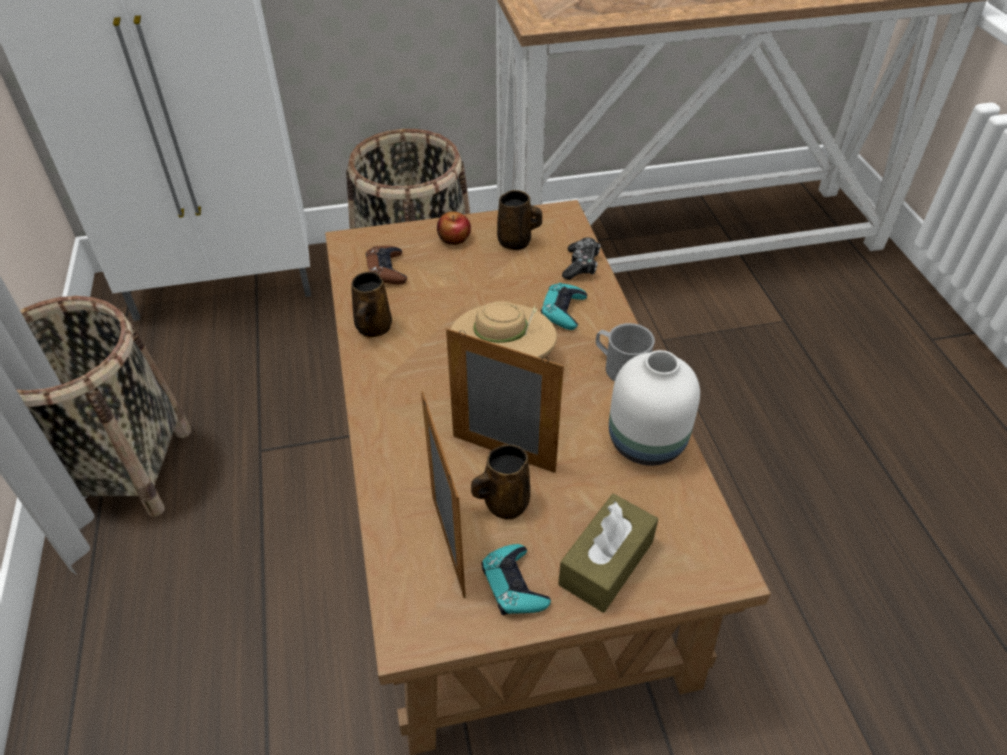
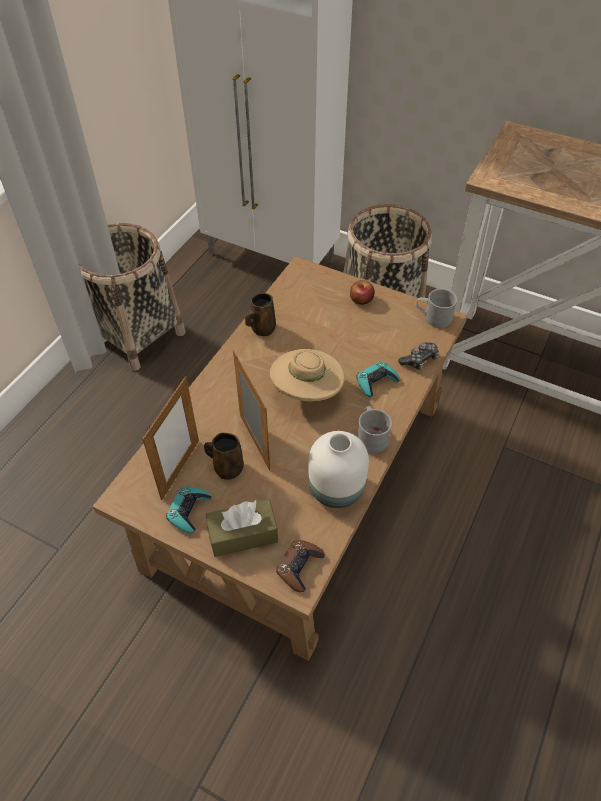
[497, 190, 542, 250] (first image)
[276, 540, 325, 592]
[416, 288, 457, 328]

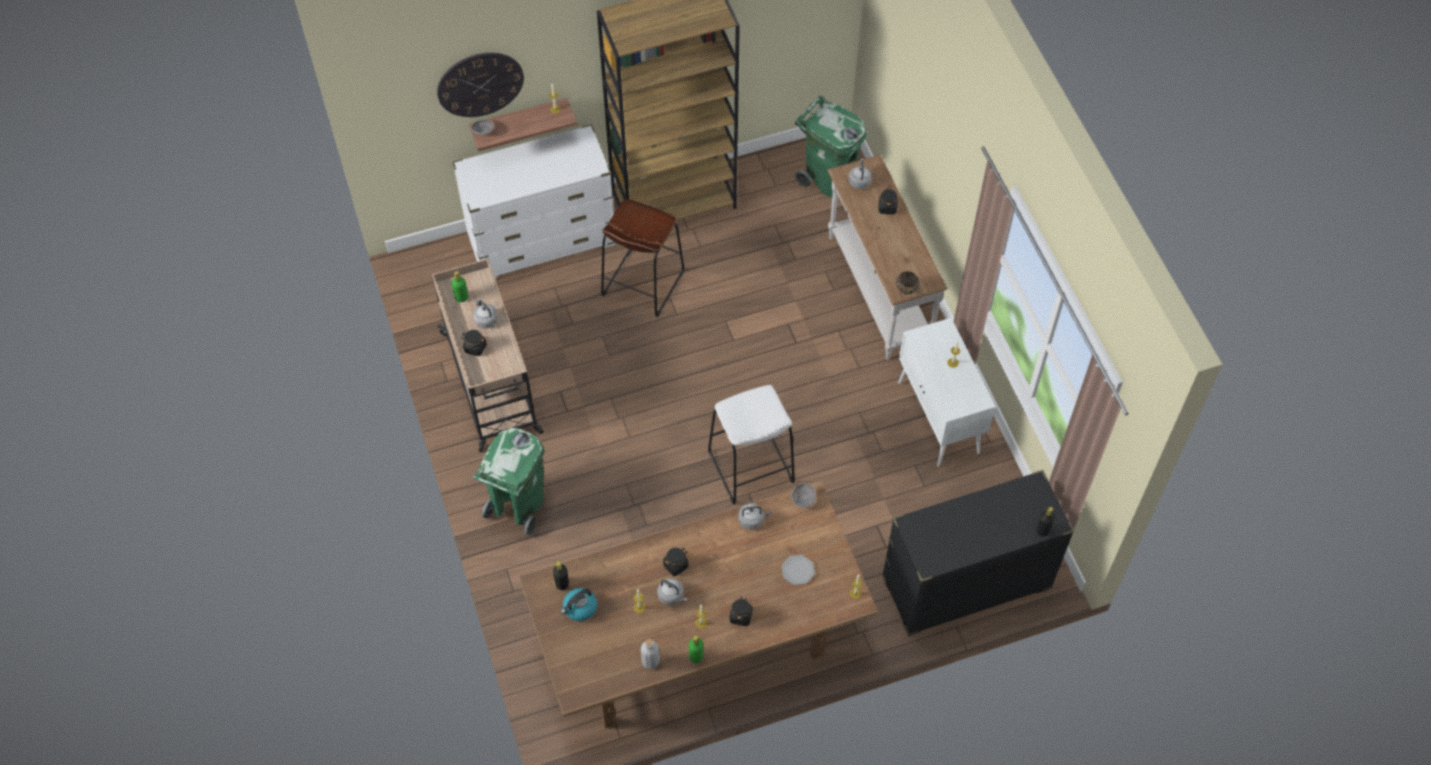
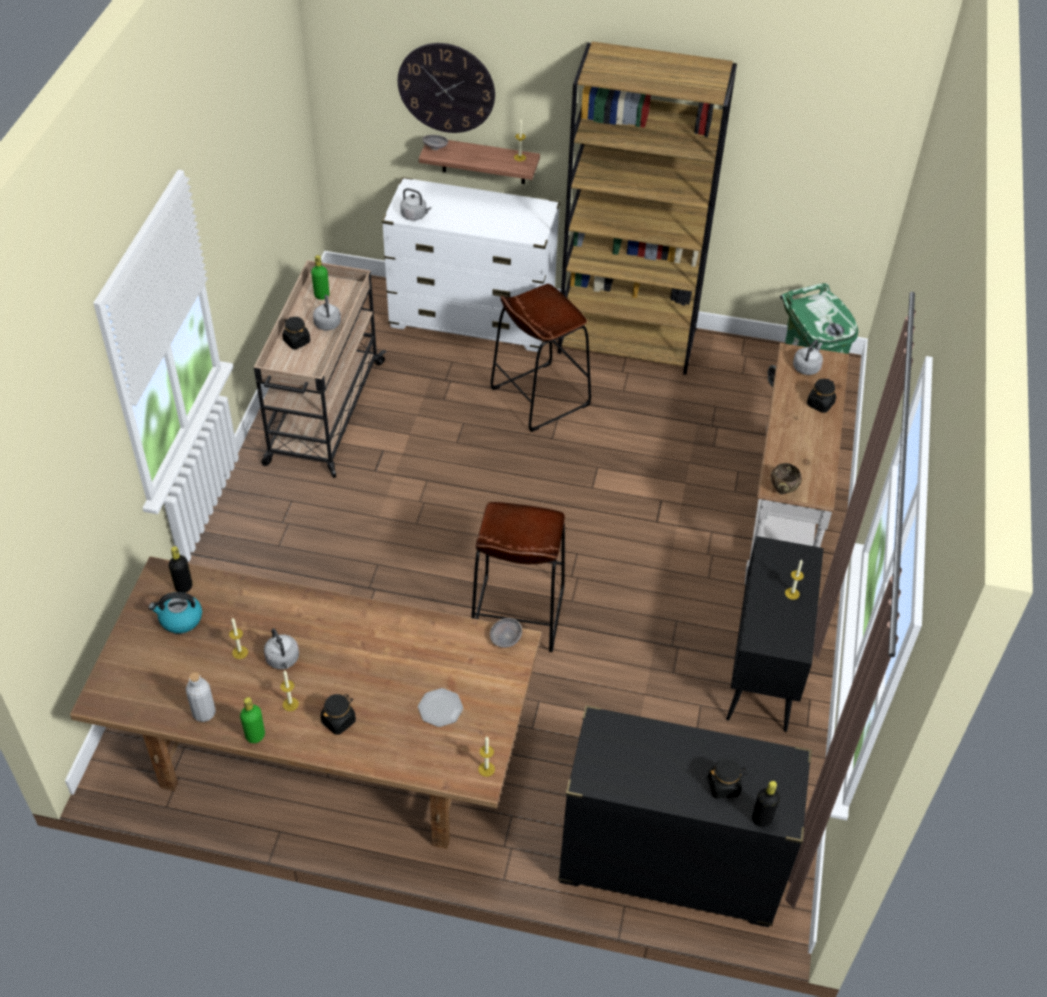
[726, 536, 824, 732]
[471, 502, 565, 652]
[473, 428, 544, 536] (first image)
[400, 188, 431, 221]
[706, 758, 747, 798]

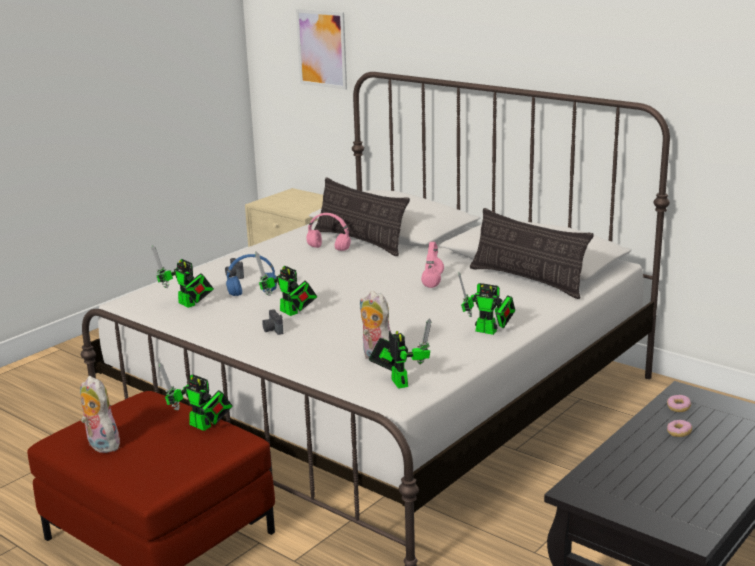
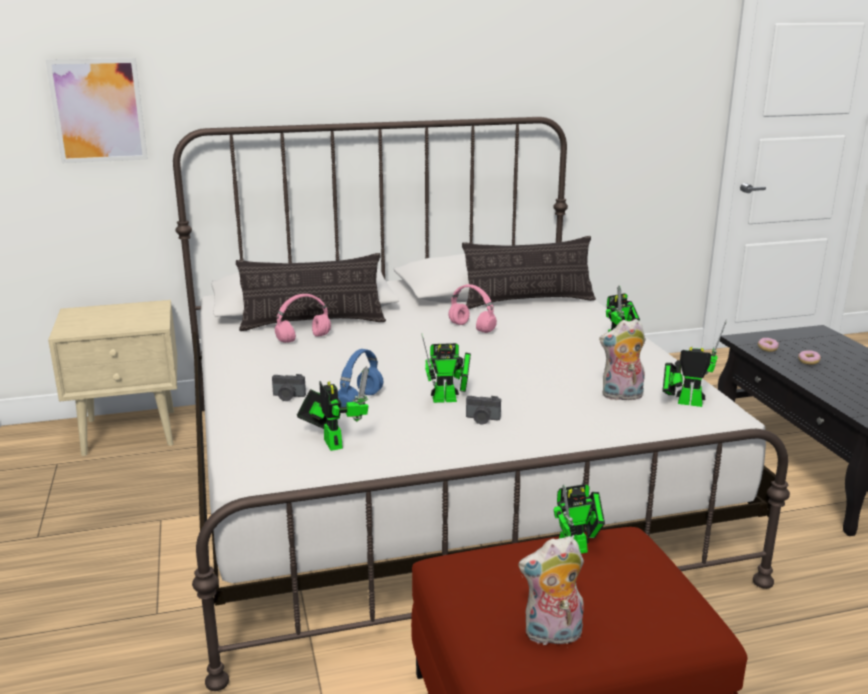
[297, 366, 369, 451]

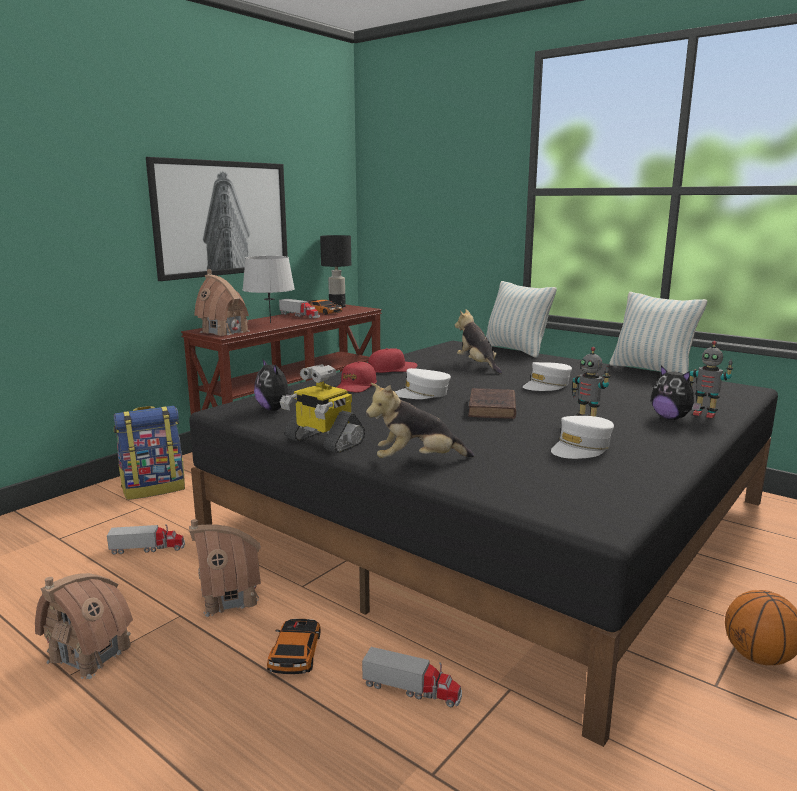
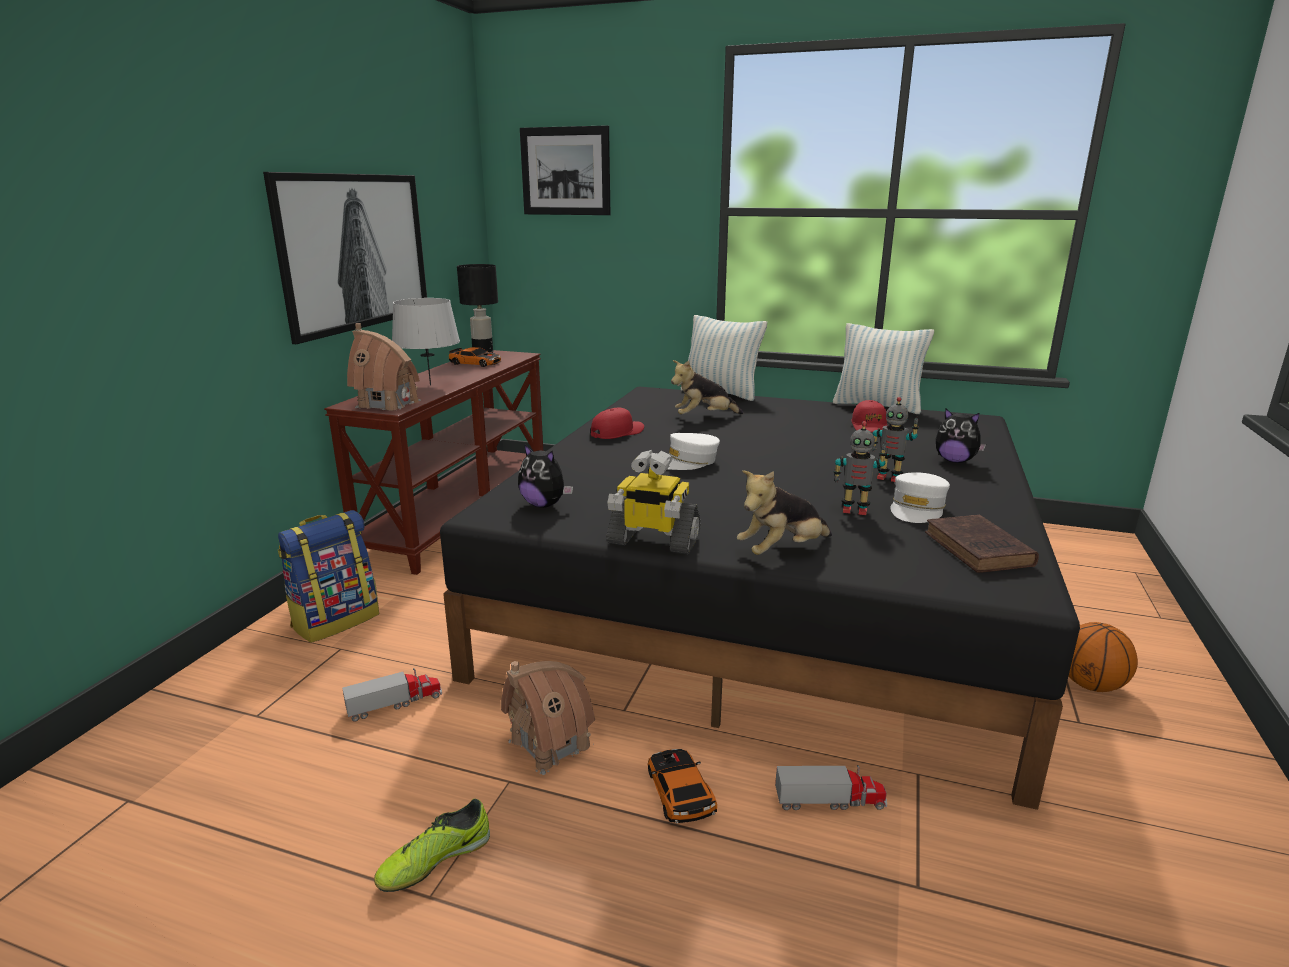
[279, 299, 320, 319] (first image)
[671, 360, 743, 414]
[834, 421, 887, 515]
[851, 400, 887, 432]
[523, 362, 572, 391] (first image)
[925, 515, 1039, 573]
[374, 798, 490, 892]
[520, 125, 610, 215]

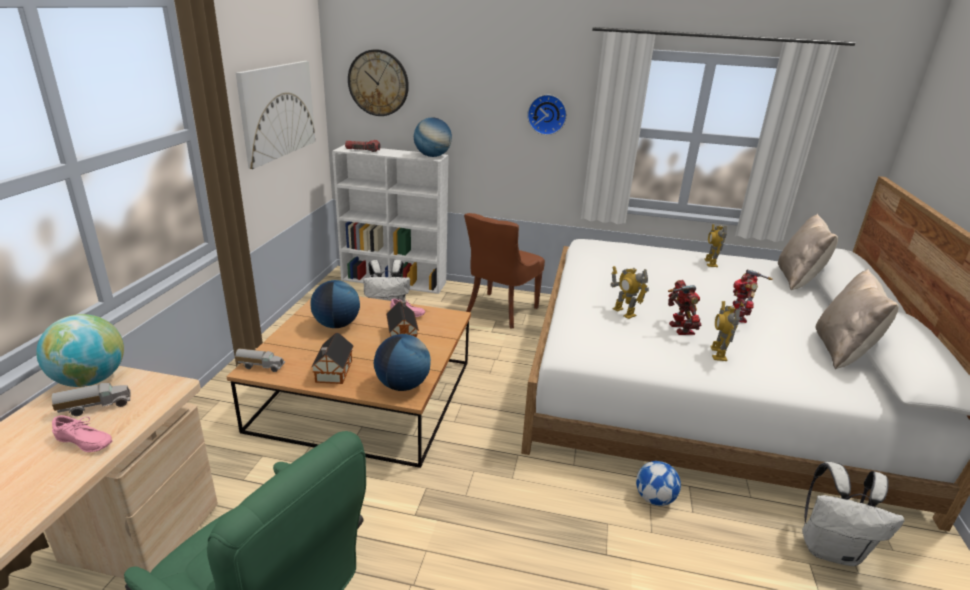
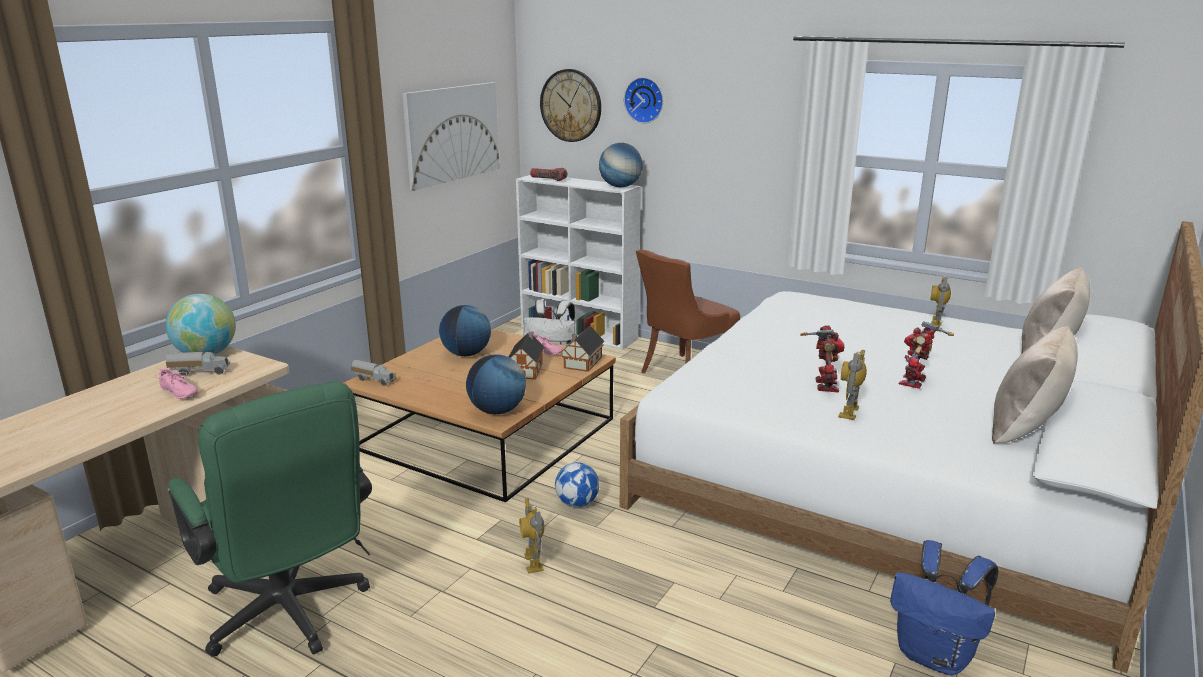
[624, 77, 663, 123]
[519, 498, 544, 574]
[561, 326, 604, 372]
[555, 462, 599, 507]
[890, 540, 999, 675]

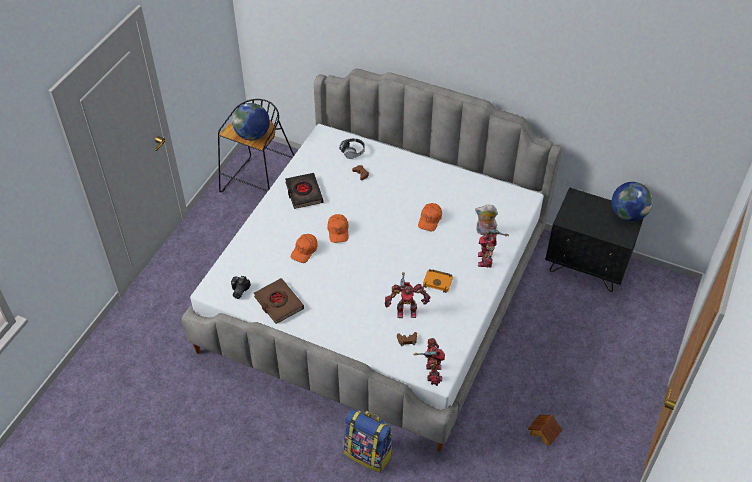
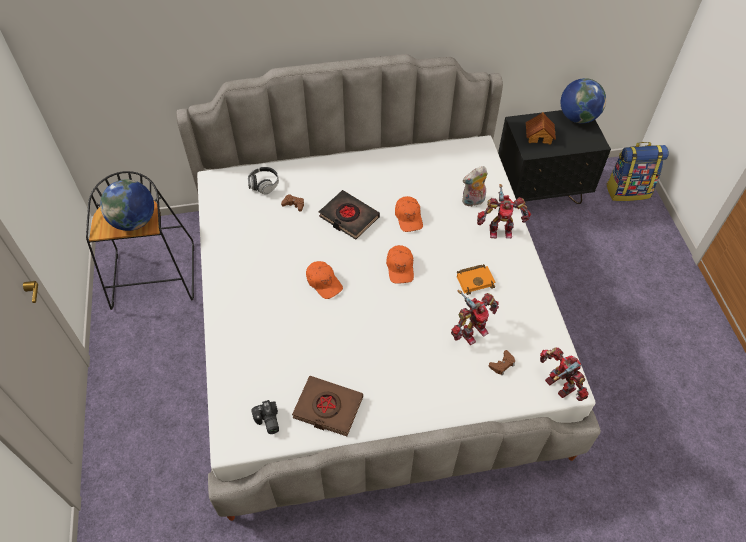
[319, 190, 380, 240]
[477, 184, 531, 238]
[386, 245, 414, 284]
[606, 142, 669, 201]
[526, 112, 556, 144]

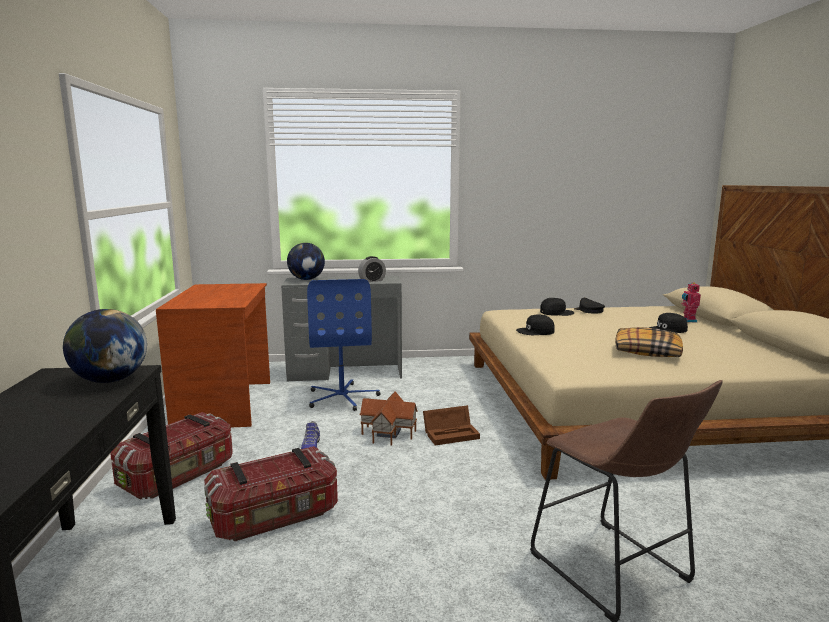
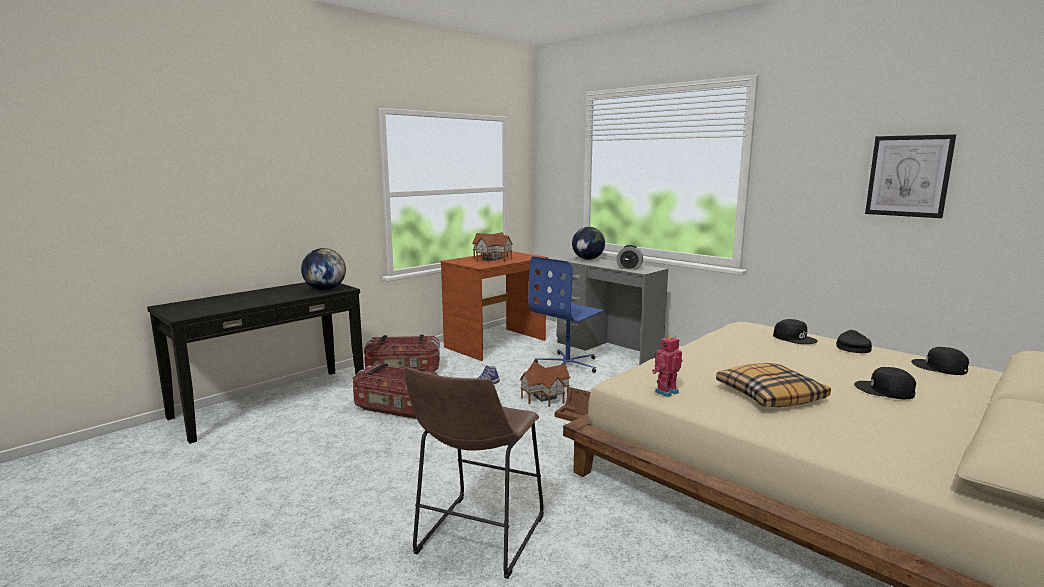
[652, 336, 683, 397]
[911, 347, 969, 375]
[865, 134, 956, 218]
[472, 232, 513, 262]

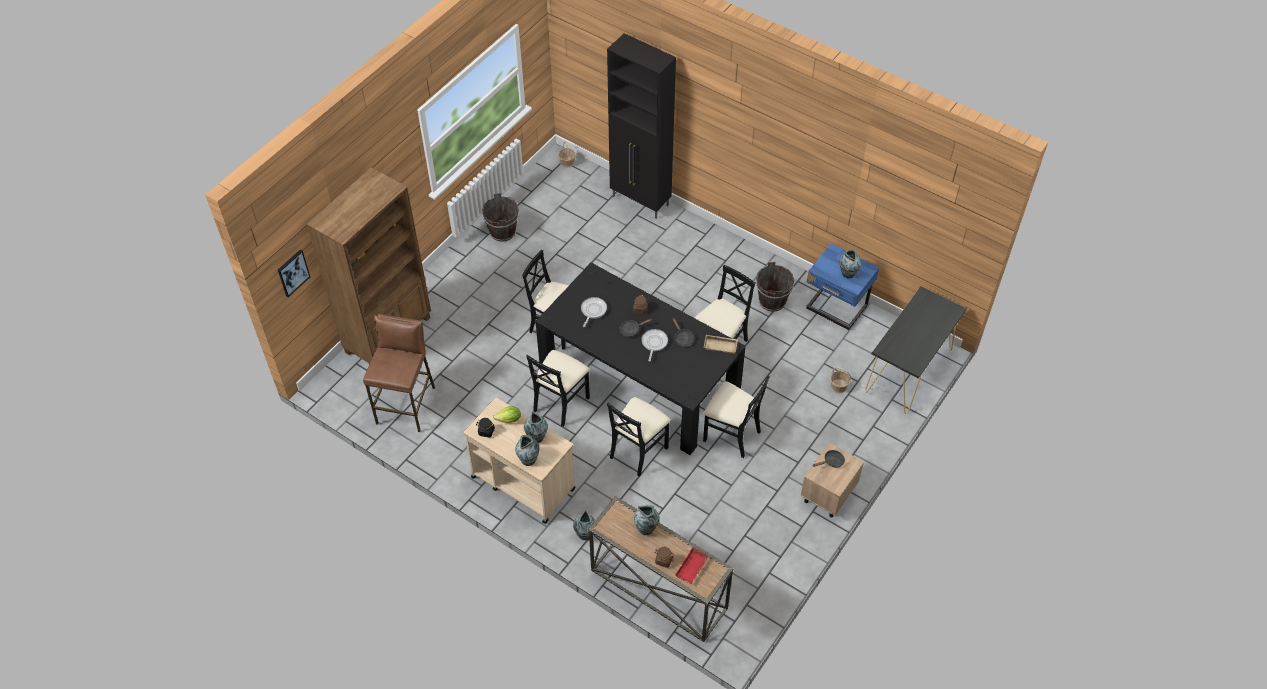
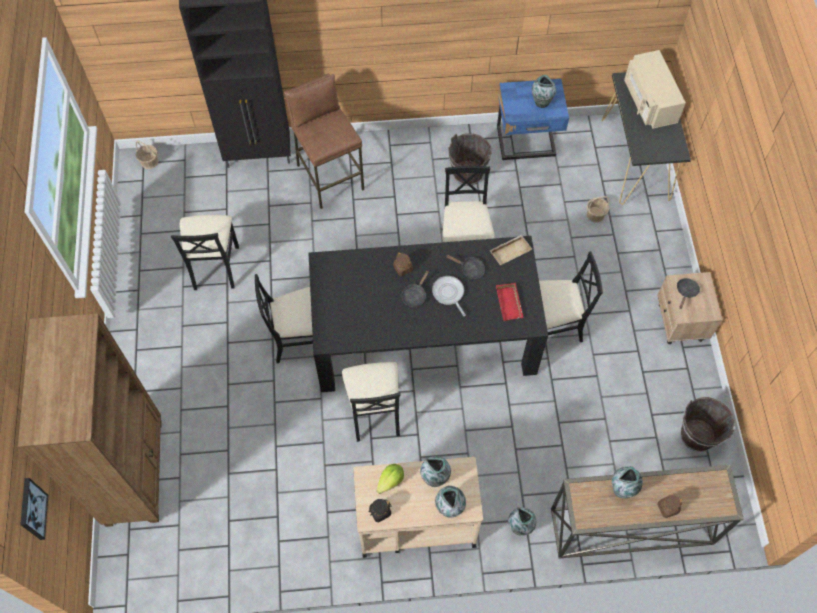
[680, 397, 735, 452]
[581, 297, 607, 327] (first image)
[284, 73, 364, 209]
[171, 215, 239, 290]
[496, 283, 524, 321]
[624, 50, 686, 129]

